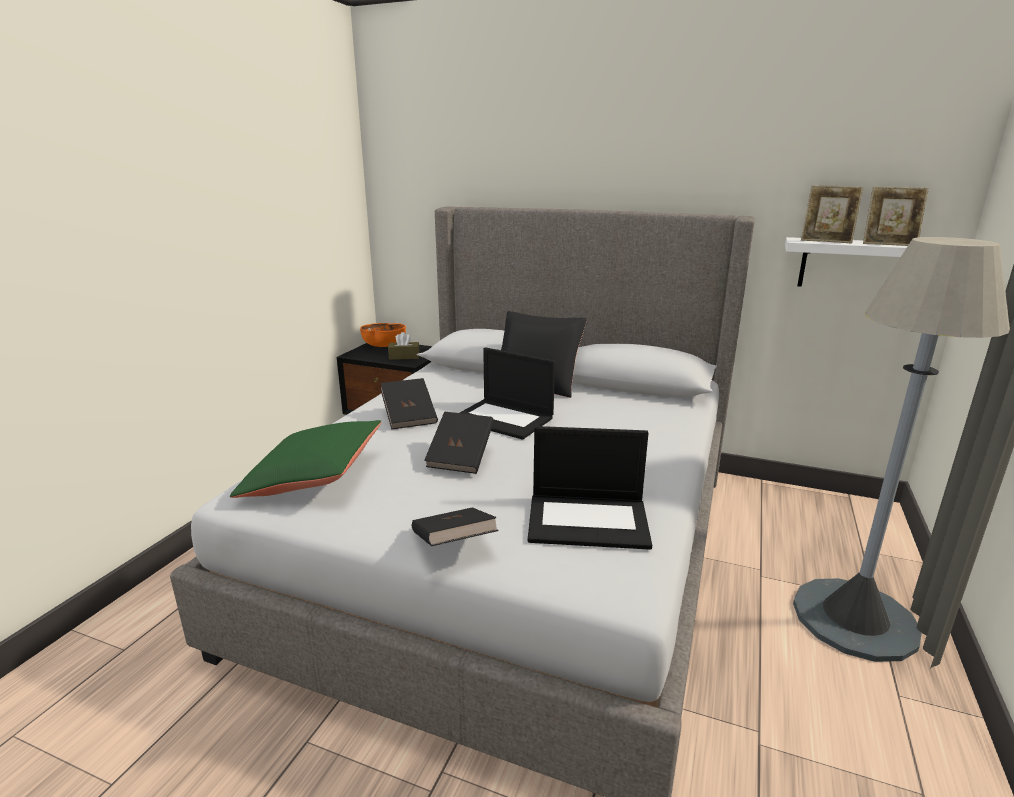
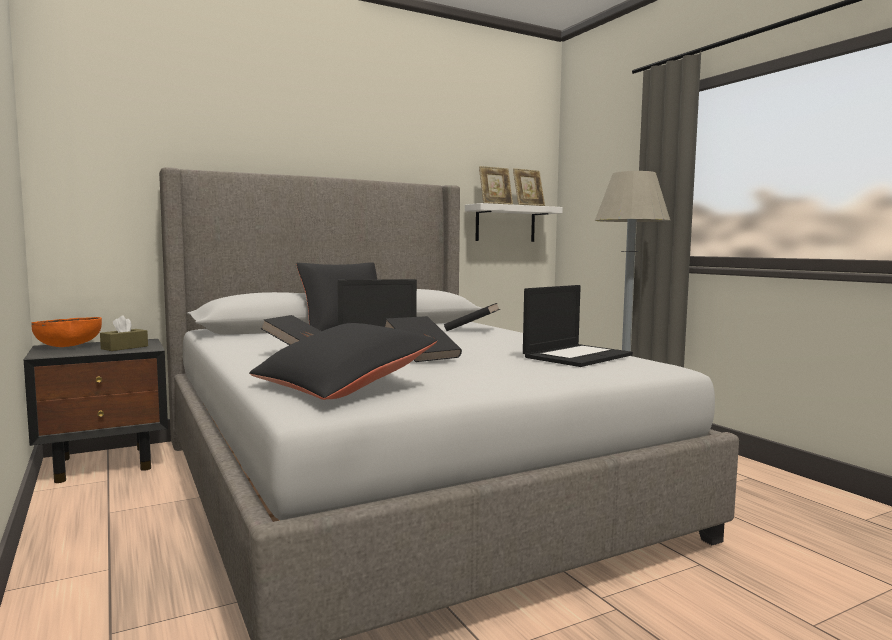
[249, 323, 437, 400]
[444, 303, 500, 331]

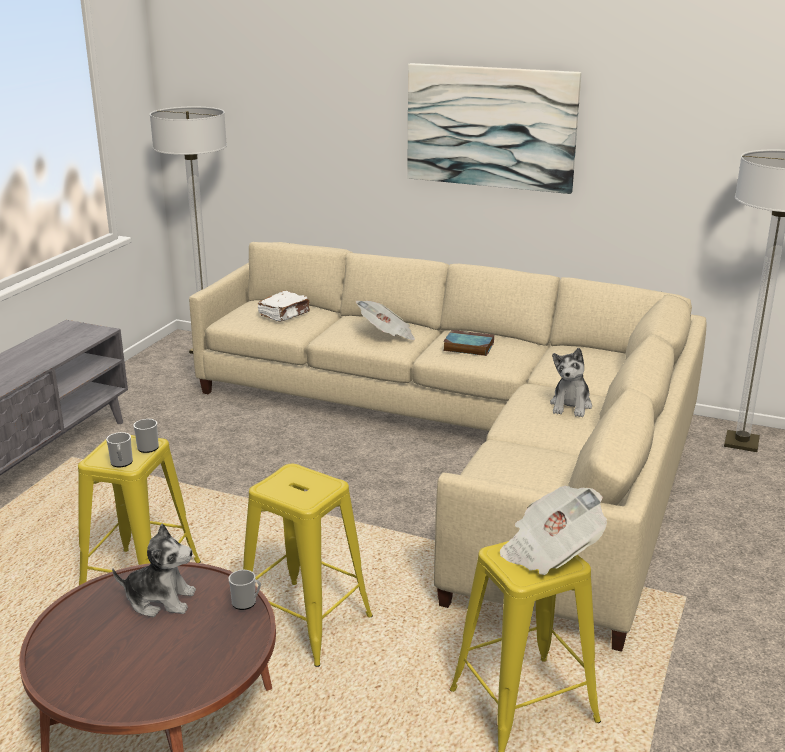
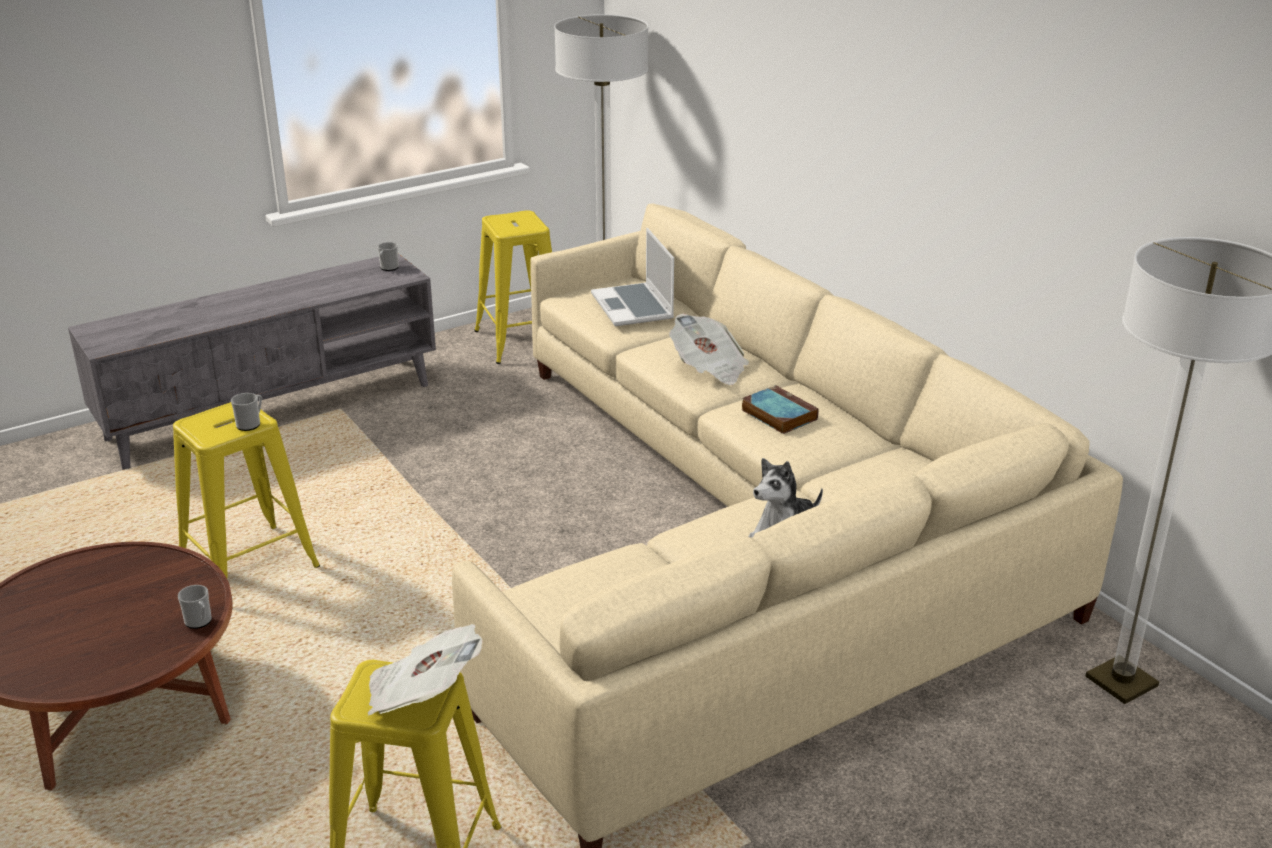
[407, 63, 581, 194] (first image)
[591, 228, 674, 326]
[377, 242, 399, 271]
[474, 210, 552, 364]
[112, 523, 196, 617] (first image)

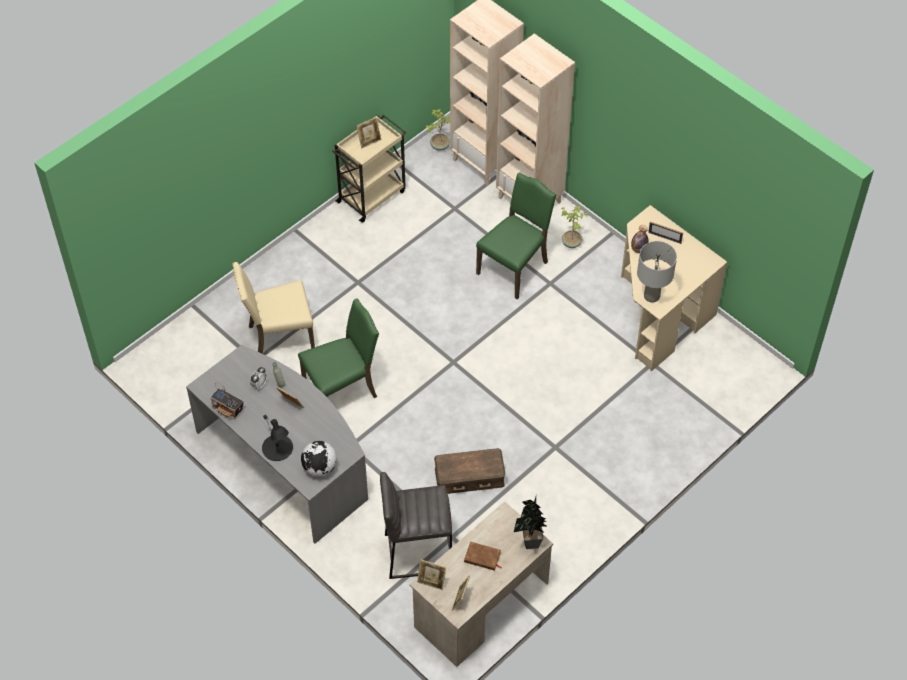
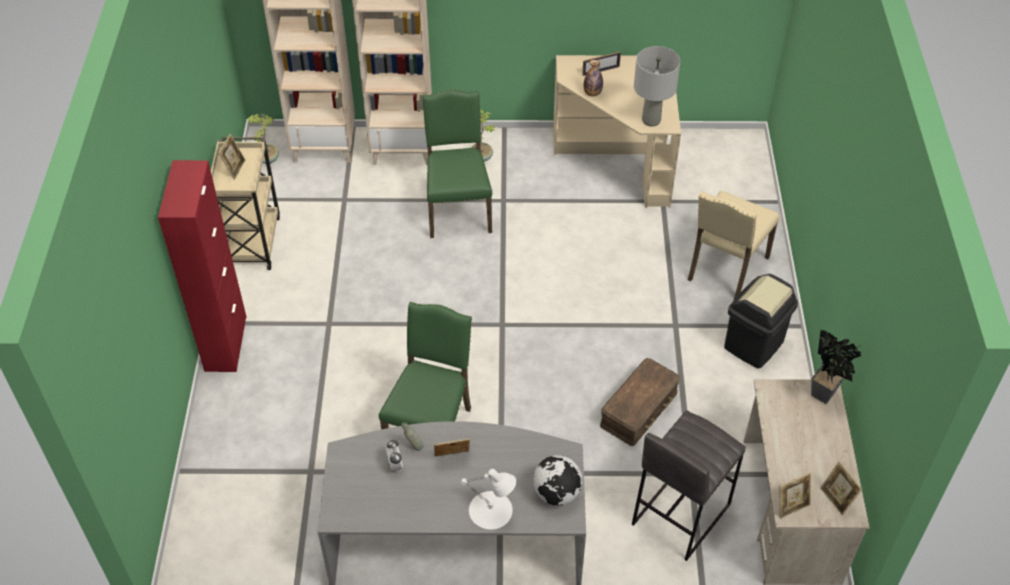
[688, 191, 780, 300]
[210, 382, 244, 419] (first image)
[461, 469, 516, 530]
[464, 542, 502, 571] (first image)
[158, 160, 246, 372]
[724, 274, 798, 368]

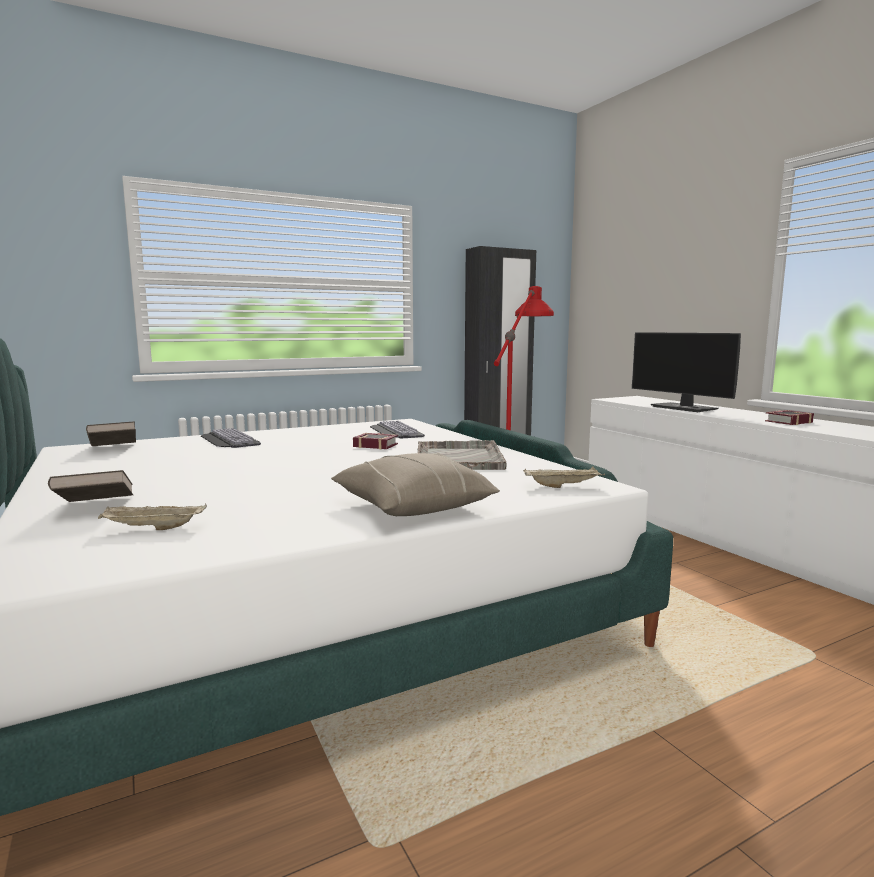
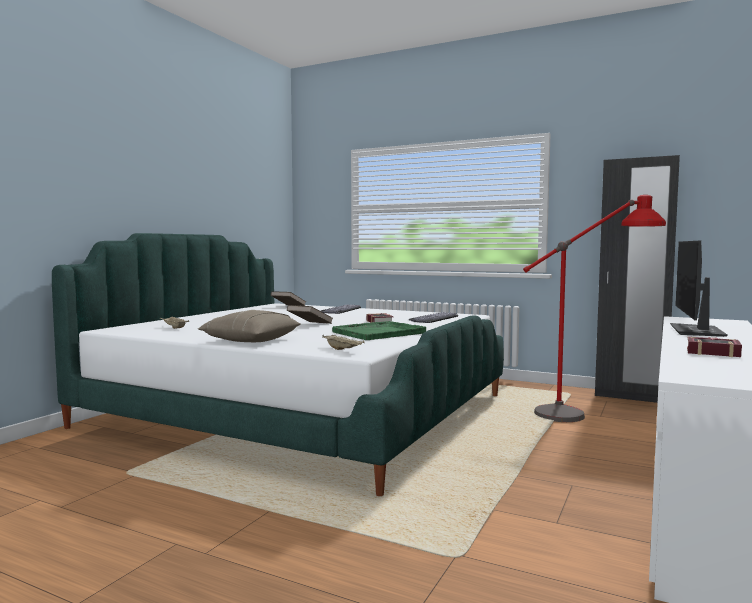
[332, 321, 426, 340]
[287, 305, 333, 324]

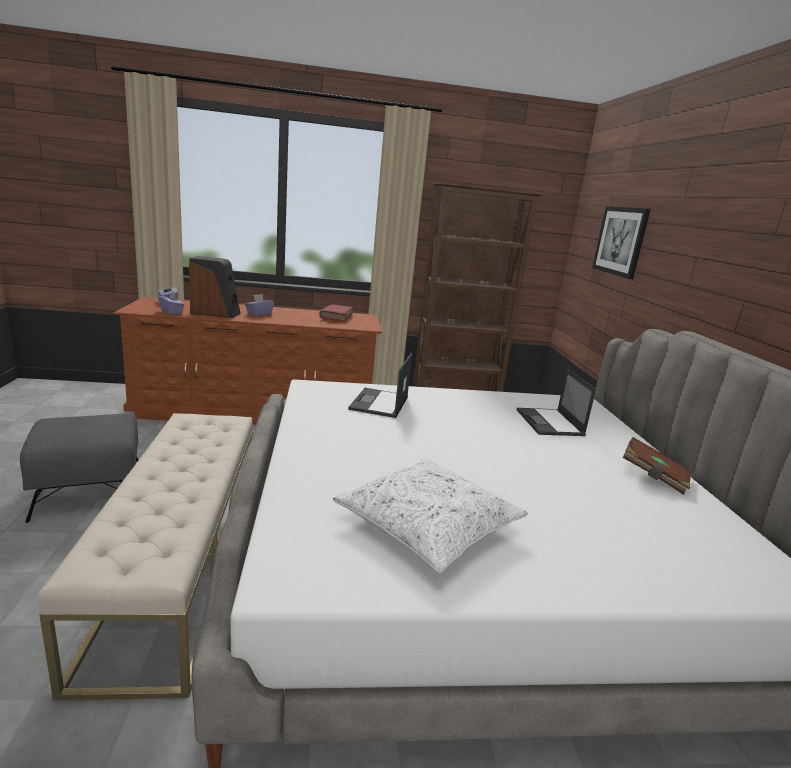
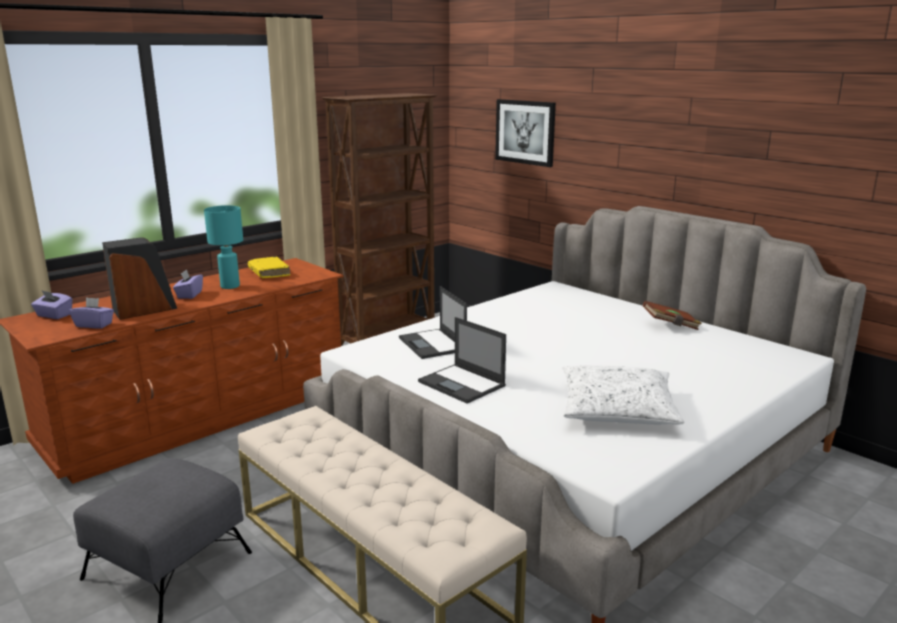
[248, 256, 291, 278]
[418, 317, 506, 403]
[204, 205, 243, 289]

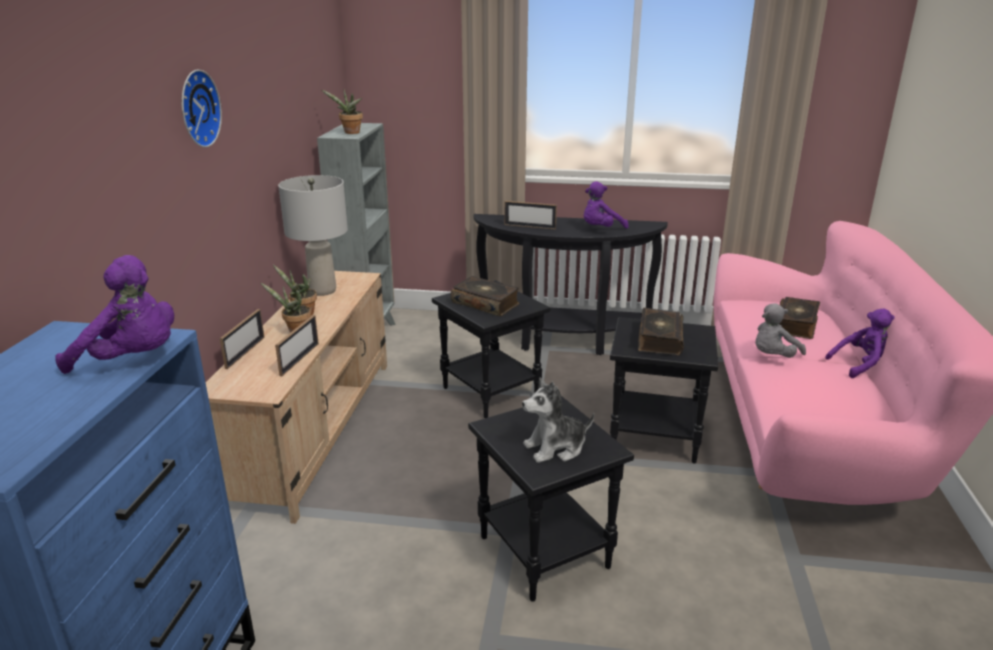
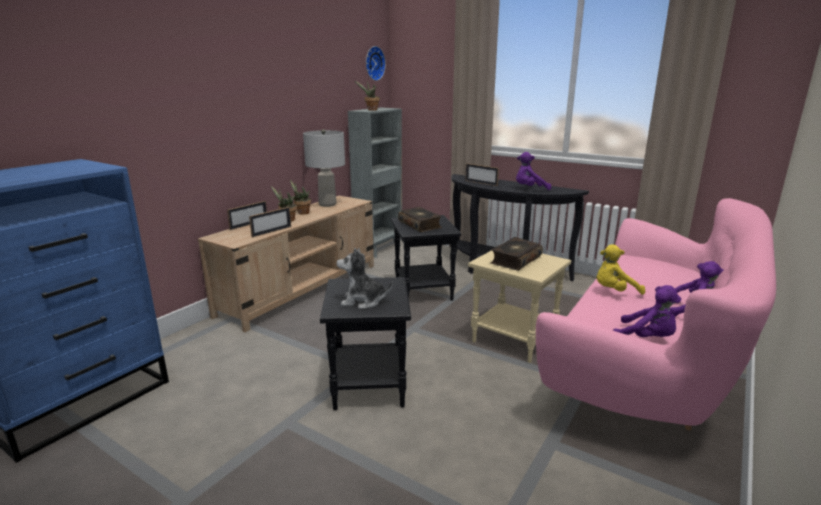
[366, 46, 386, 81]
[613, 285, 681, 337]
[780, 297, 820, 339] (first image)
[597, 244, 645, 295]
[468, 250, 571, 363]

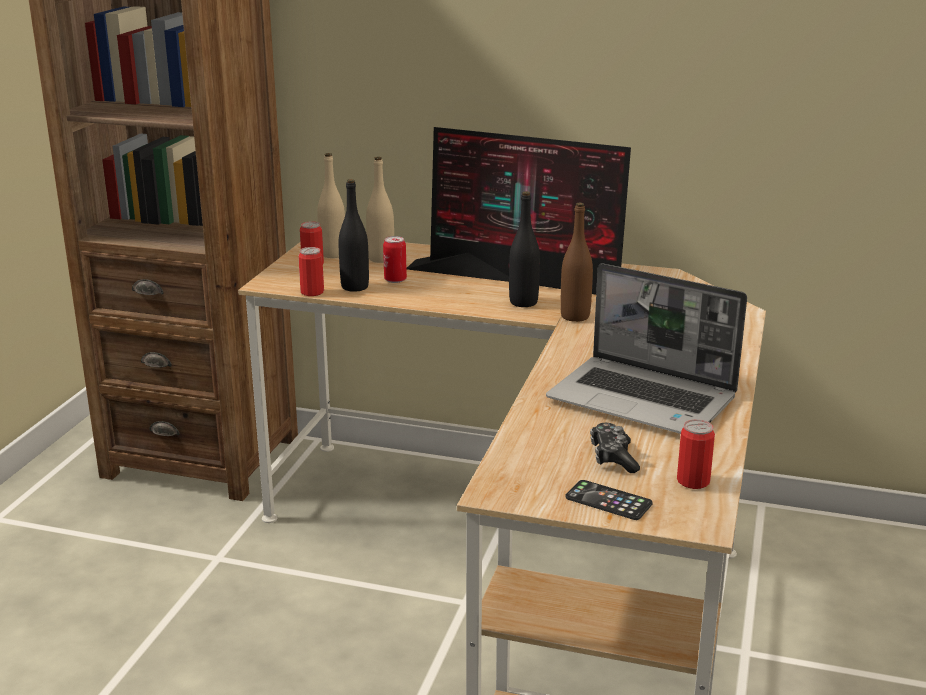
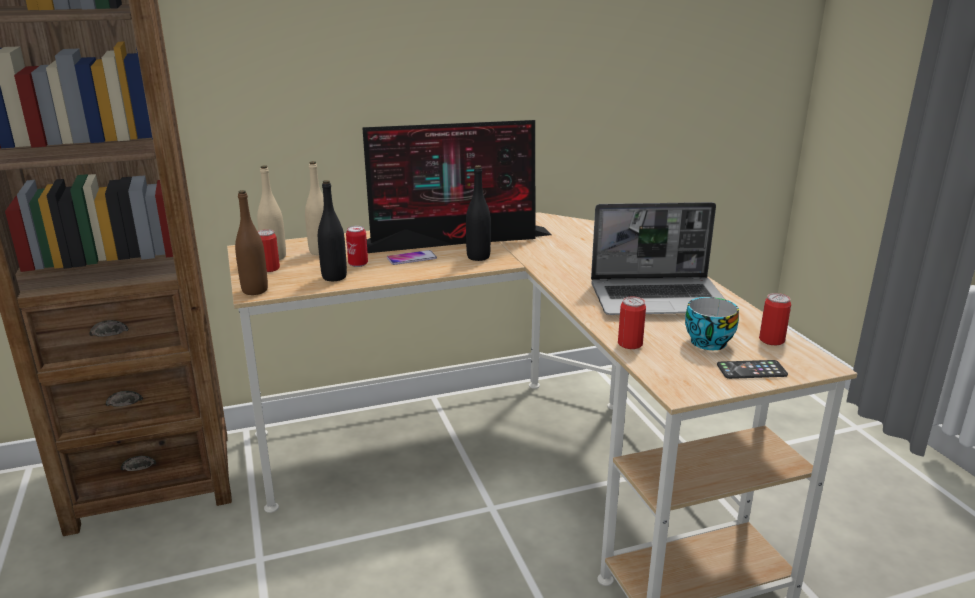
[235, 190, 268, 295]
[618, 296, 646, 349]
[685, 297, 739, 350]
[387, 250, 437, 265]

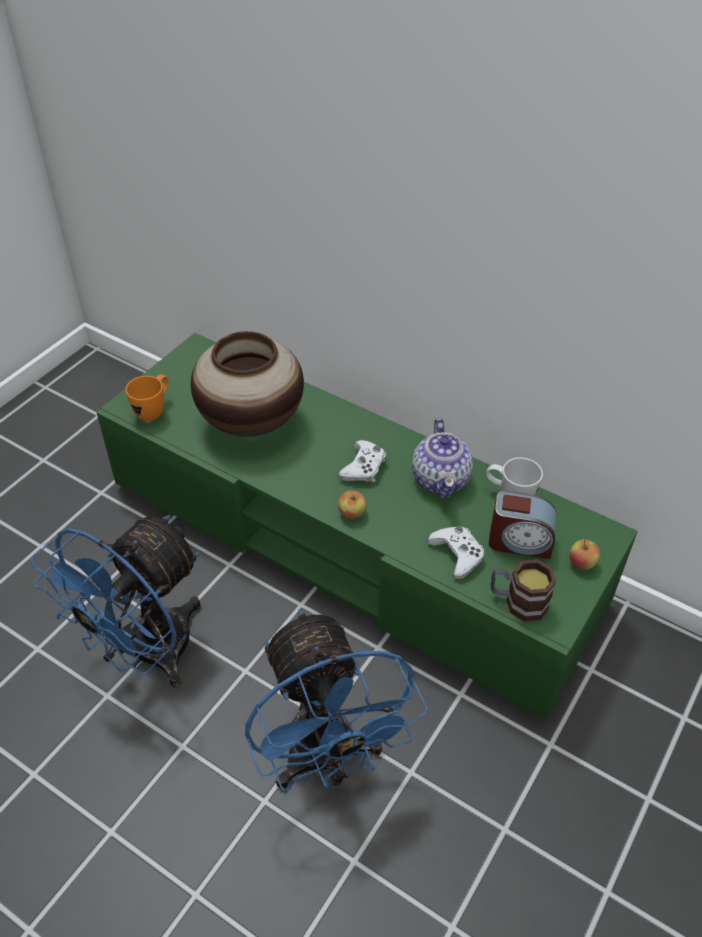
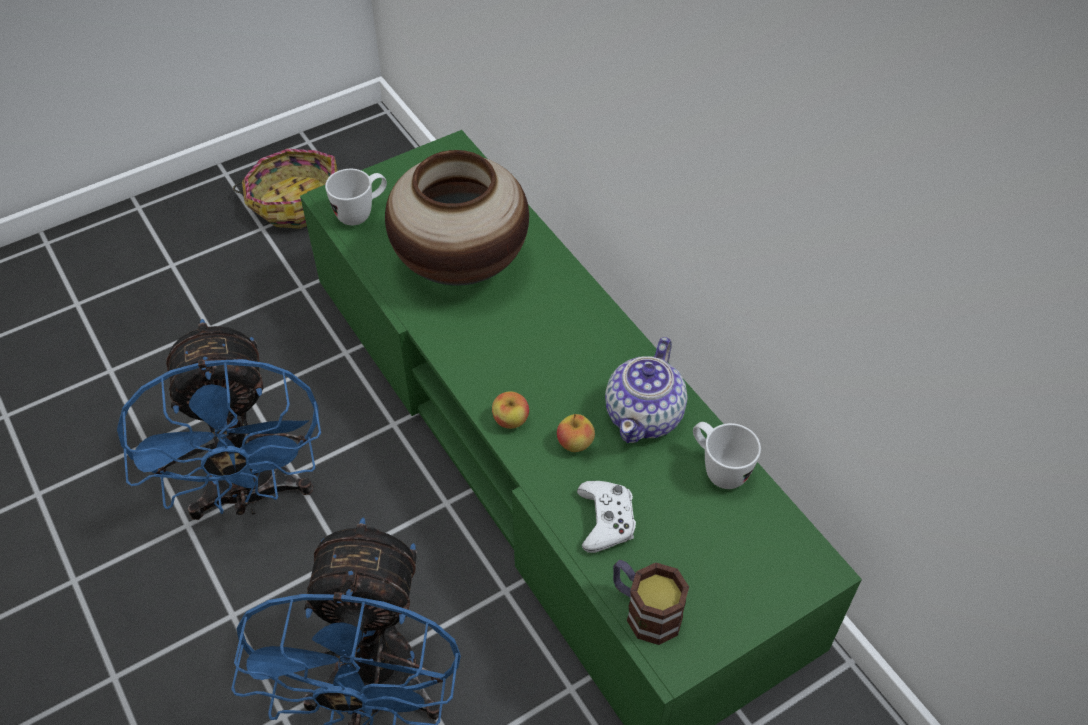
[325, 169, 387, 226]
[338, 440, 386, 482] (first image)
[489, 490, 557, 559] (first image)
[117, 319, 321, 520]
[557, 414, 595, 452]
[233, 149, 338, 229]

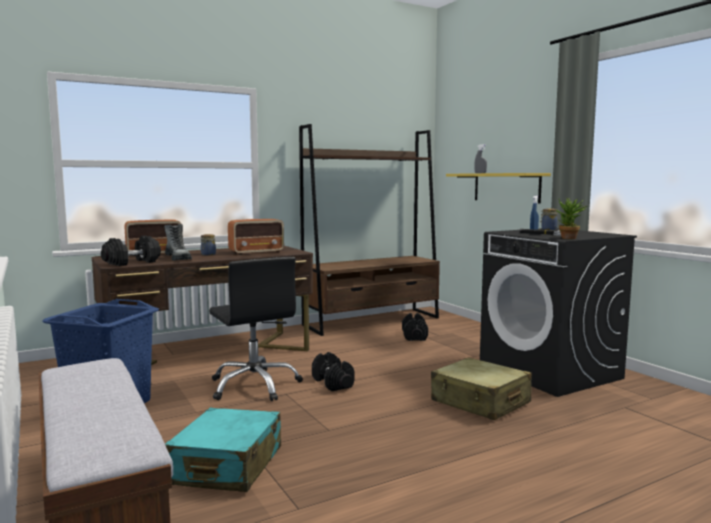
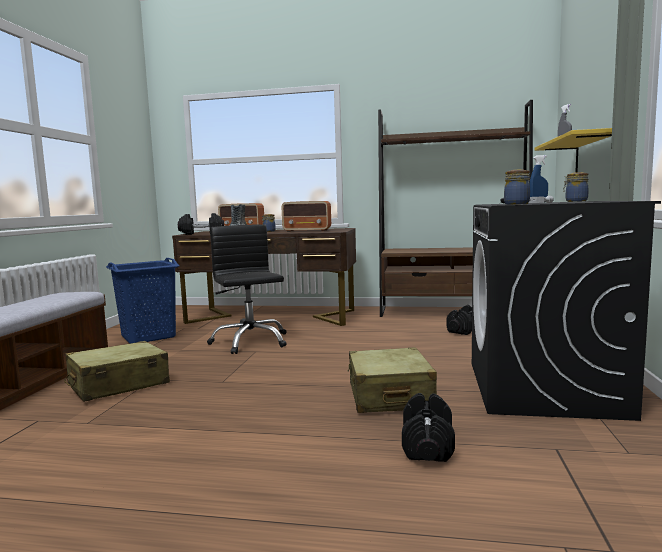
[504, 169, 530, 205]
[207, 224, 287, 354]
[402, 393, 455, 462]
[64, 341, 170, 402]

